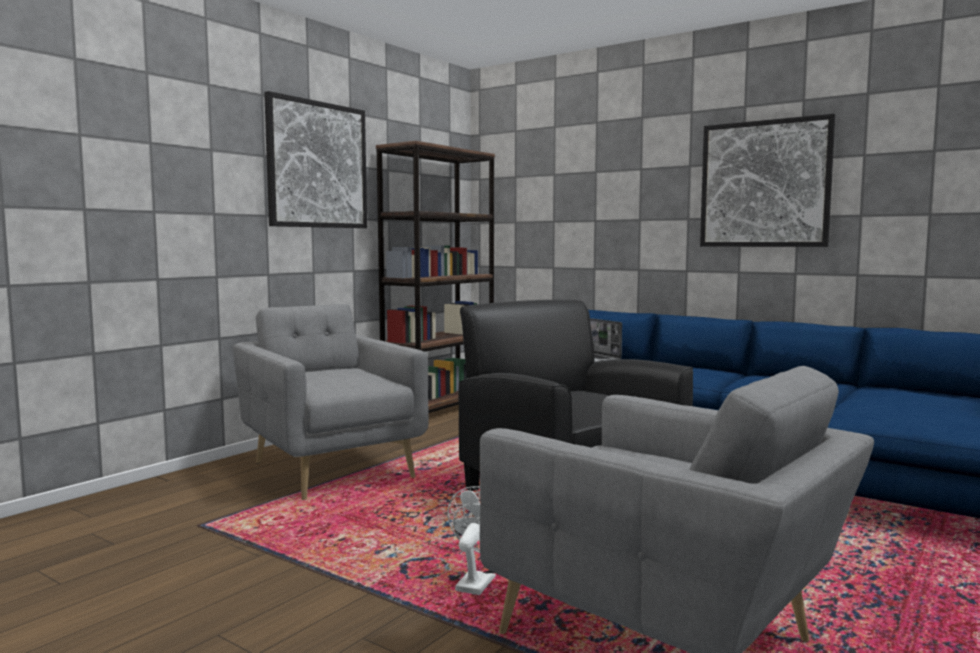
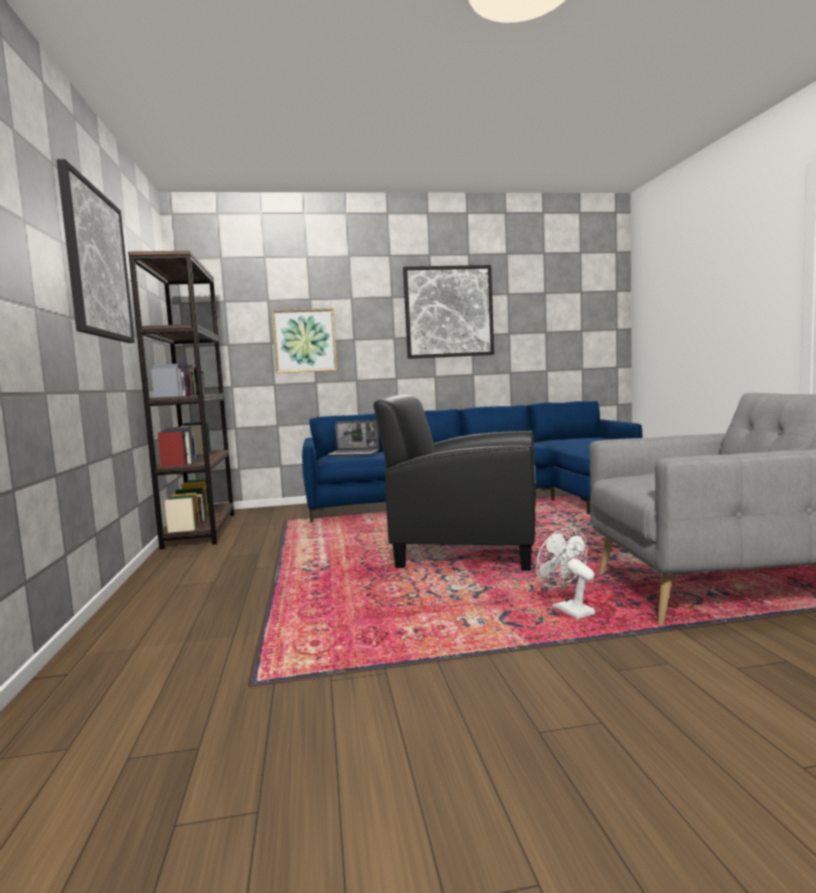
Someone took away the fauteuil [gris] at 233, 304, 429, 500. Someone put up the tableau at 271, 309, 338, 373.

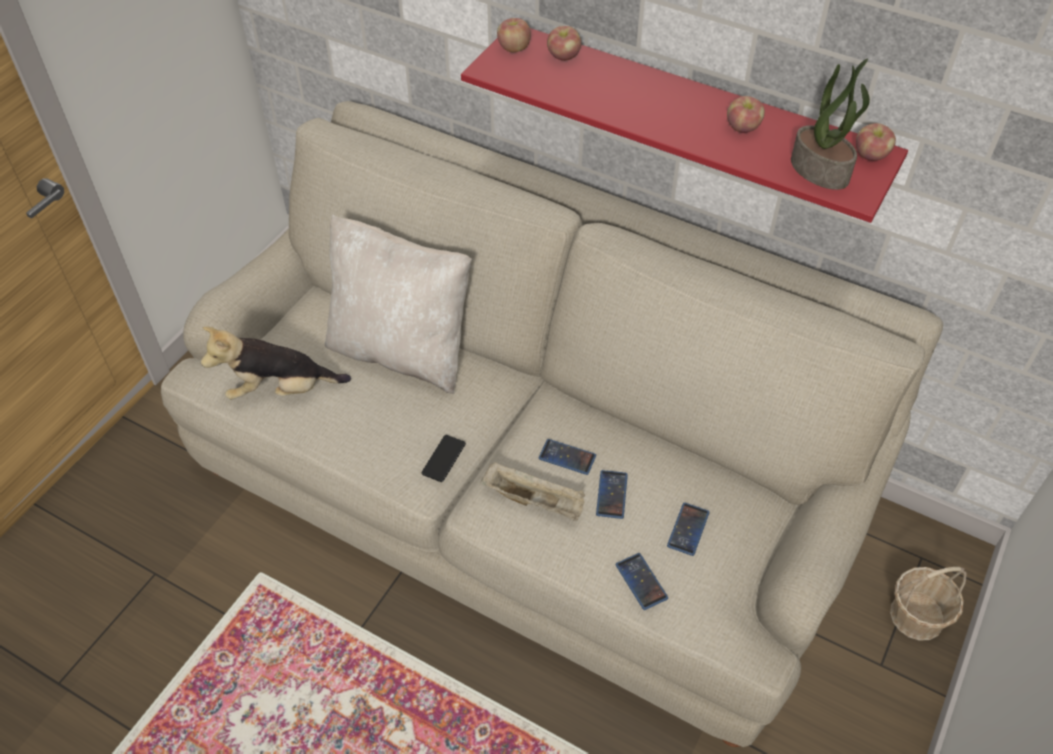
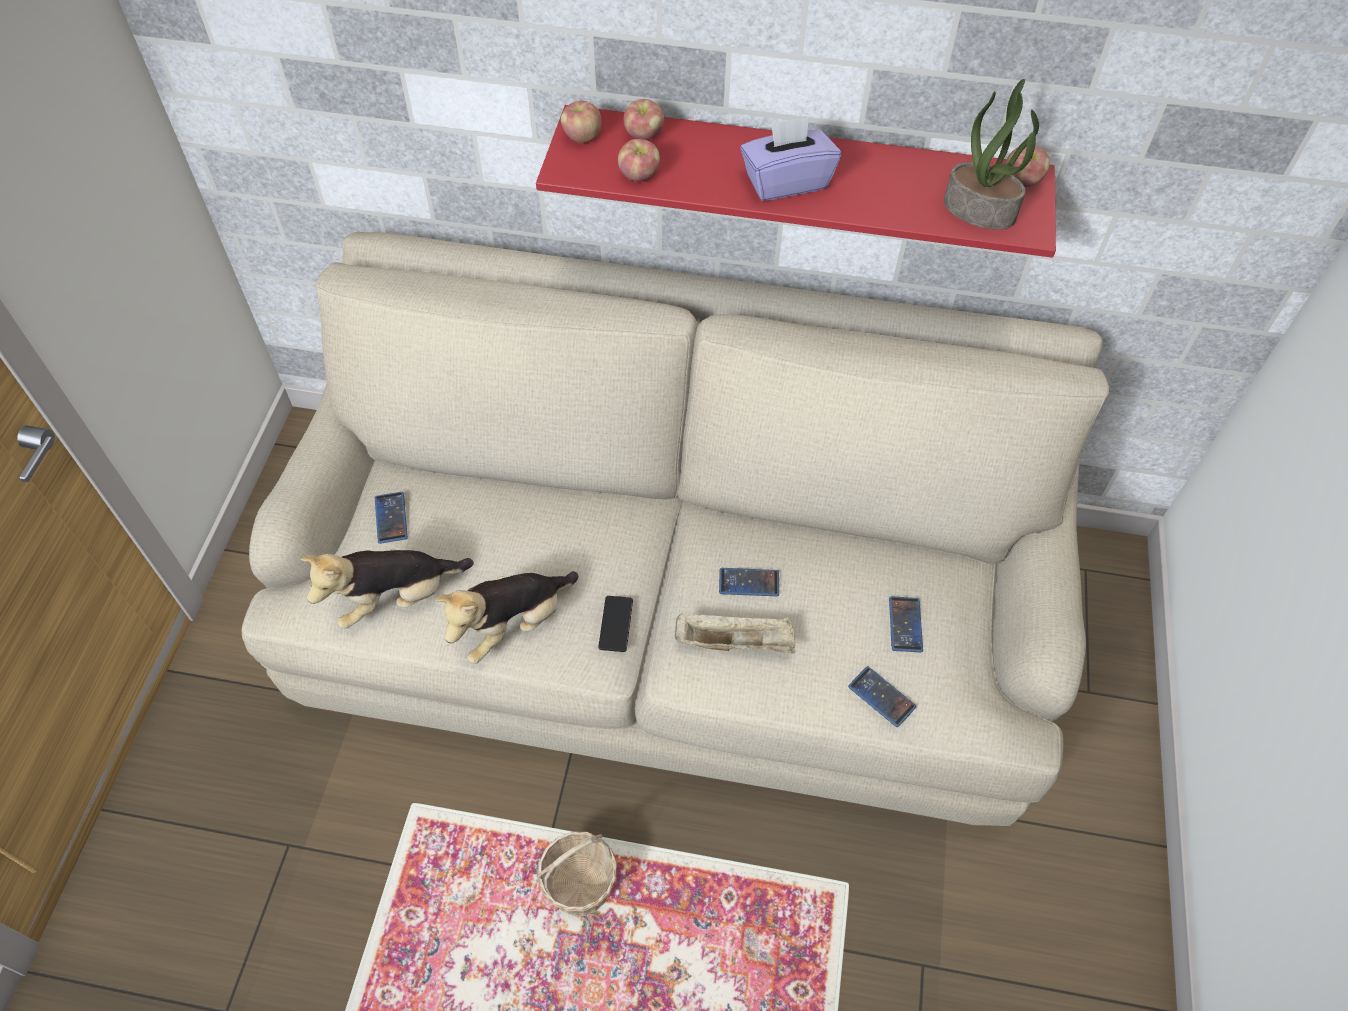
Someone took away the coussin [beige] at 325, 214, 472, 394. Someone put down the peluche at 435, 571, 578, 664. Someone put down the boîte à mouchoirs [violet] at 740, 117, 841, 201. Someone carried the téléphone from 596, 470, 628, 519 to 375, 492, 408, 544. Someone carried the pomme from 727, 96, 765, 133 to 618, 139, 660, 182. Someone carried the panier from 890, 567, 967, 641 to 537, 832, 617, 916.

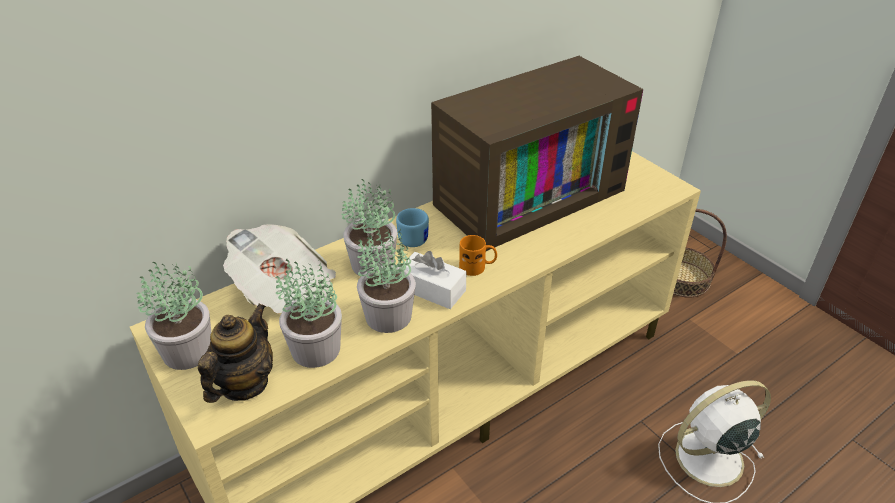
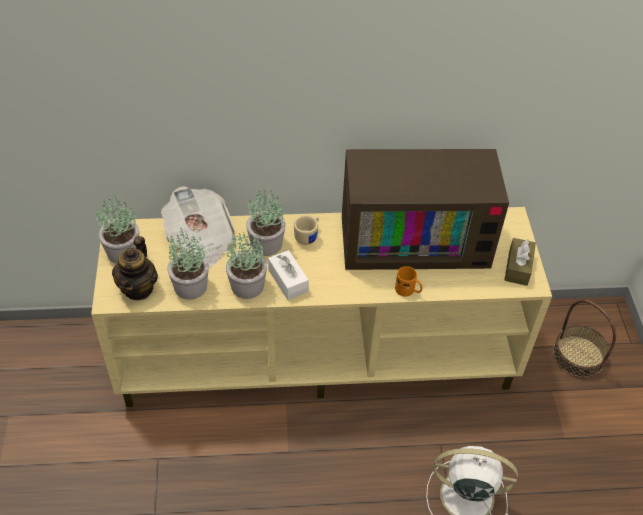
Someone put down the boîte à mouchoirs [marron] at 504, 238, 536, 286. Someone carried the mug [orange] from 459, 235, 497, 276 to 395, 266, 423, 297. Someone repainted the mug [bleu] at 396, 208, 429, 247, which became the mug [beige] at 294, 215, 319, 245. Someone rotated the théière at 198, 303, 273, 403 by 135 degrees clockwise.

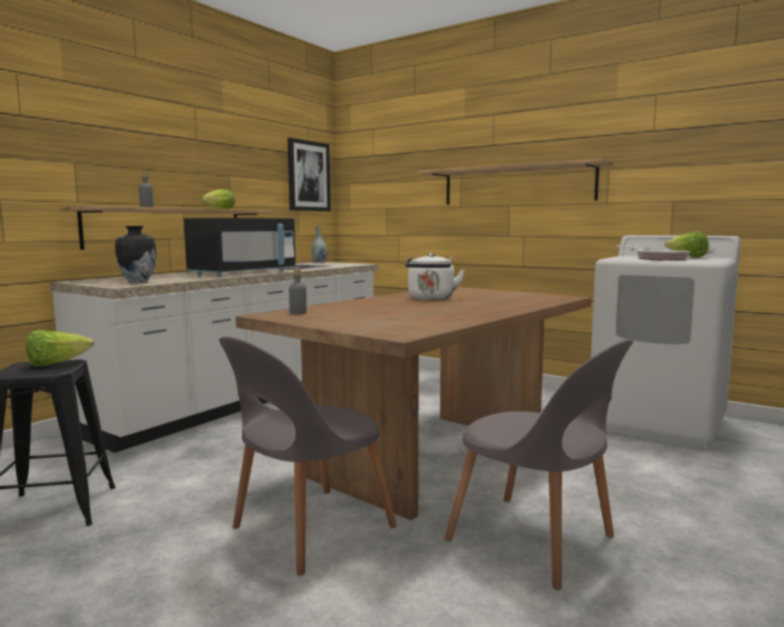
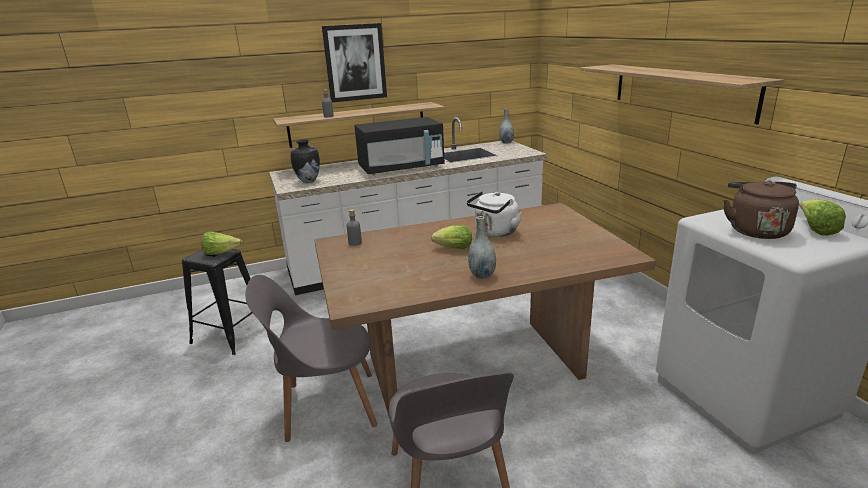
Someone put down the vase [gris] at 468, 216, 496, 279. Someone carried the laitue from 202, 189, 235, 209 to 431, 225, 472, 249. Someone carried the tableau from 288, 138, 330, 211 to 322, 23, 387, 102. Someone swapped the poêle at 616, 246, 691, 260 for the bouilloire [marron] at 723, 180, 799, 239.

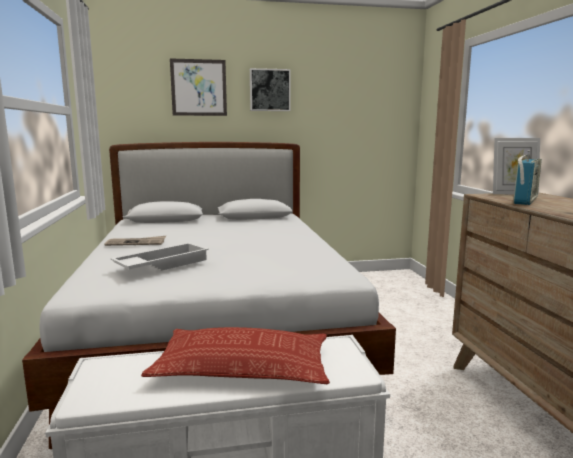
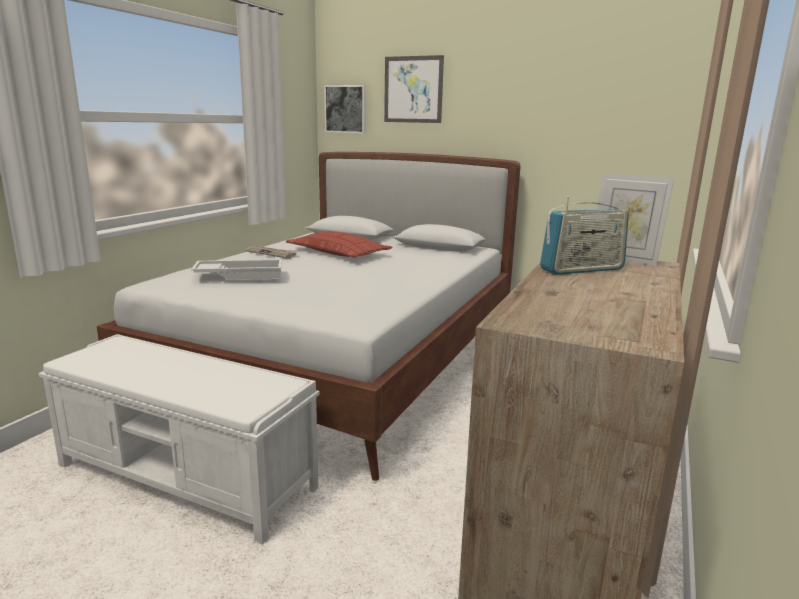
Someone carried the coussin from 141, 327, 330, 384 to 286, 231, 392, 258. Someone carried the tableau from 250, 68, 291, 111 to 324, 85, 366, 133.

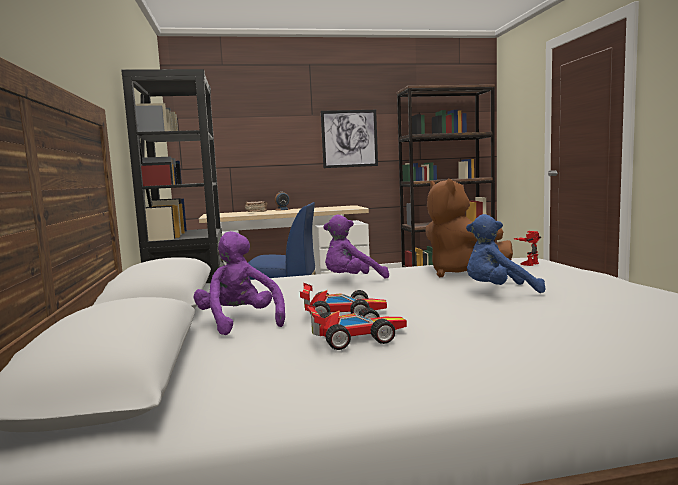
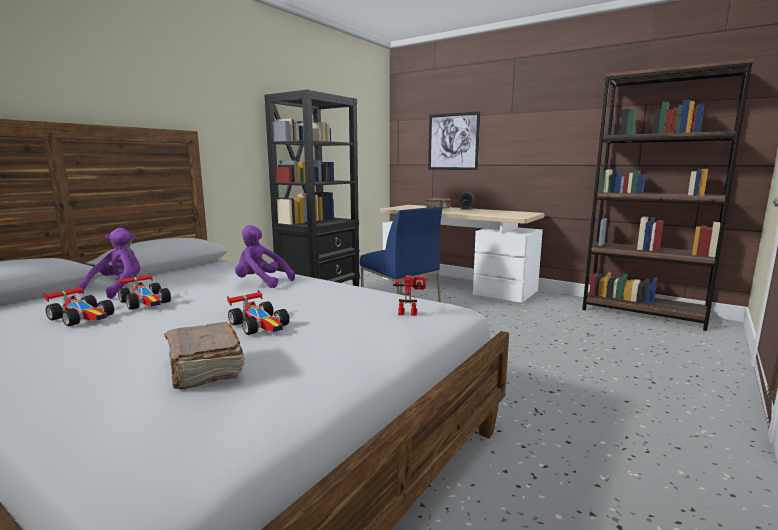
Someone took away the peluche [marron] at 425, 179, 513, 278. Someone put down the livre [marron] at 164, 322, 245, 389. Someone carried the tableau from 321, 110, 378, 168 to 428, 111, 480, 170. Someone swapped the peluche [bleu] at 466, 214, 546, 293 for the petite voiture at 227, 290, 290, 335.

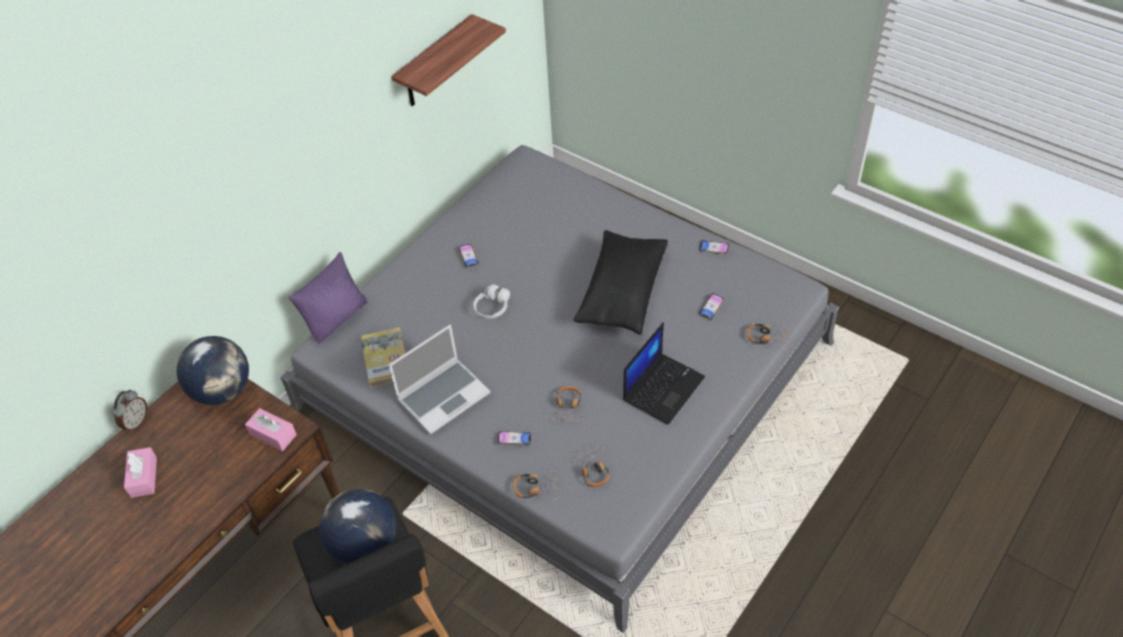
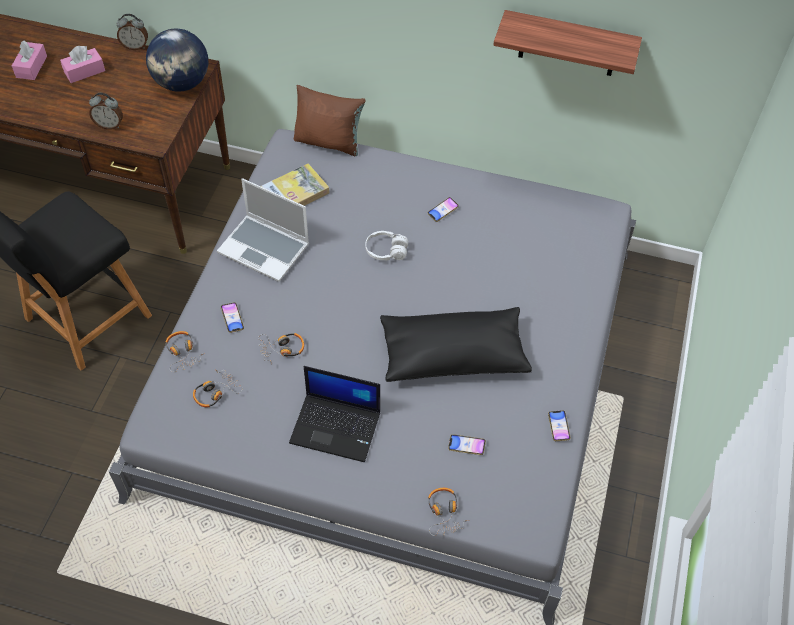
Someone took away the globe at 319, 489, 396, 564. Someone put down the réveil at 89, 93, 123, 130. Someone carried the boîte à mouchoirs [rose] from 245, 408, 297, 451 to 12, 41, 47, 80. Someone repainted the coussin [violet] at 289, 252, 368, 344, which became the coussin [marron] at 294, 85, 366, 156.

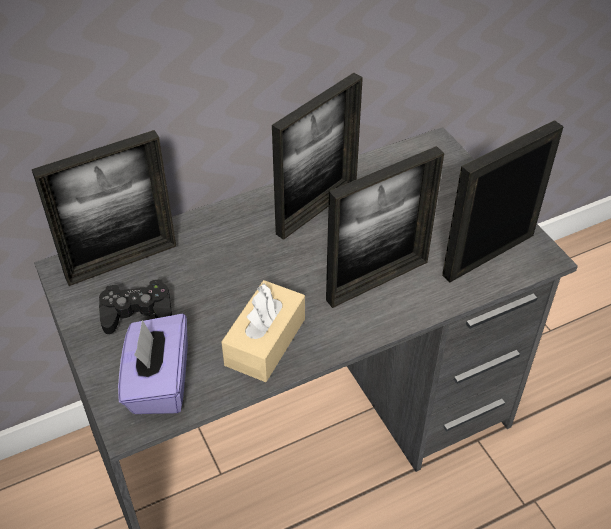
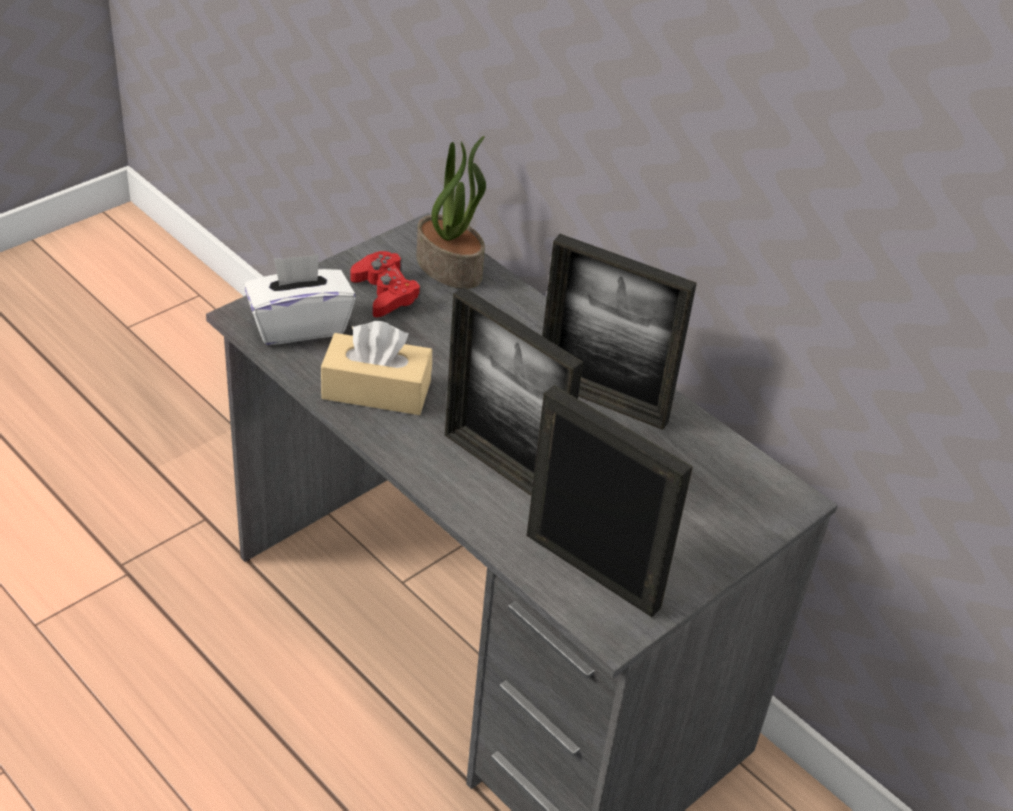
Someone swapped the cadre photo at 32, 130, 176, 286 for the plante en pot at 416, 136, 486, 289. Someone repainted the manette [noir] at 99, 279, 172, 334, which became the manette [rouge] at 350, 251, 421, 317. Someone repainted the boîte à mouchoirs [violet] at 118, 313, 188, 414, which became the boîte à mouchoirs [blanc] at 244, 254, 356, 345.

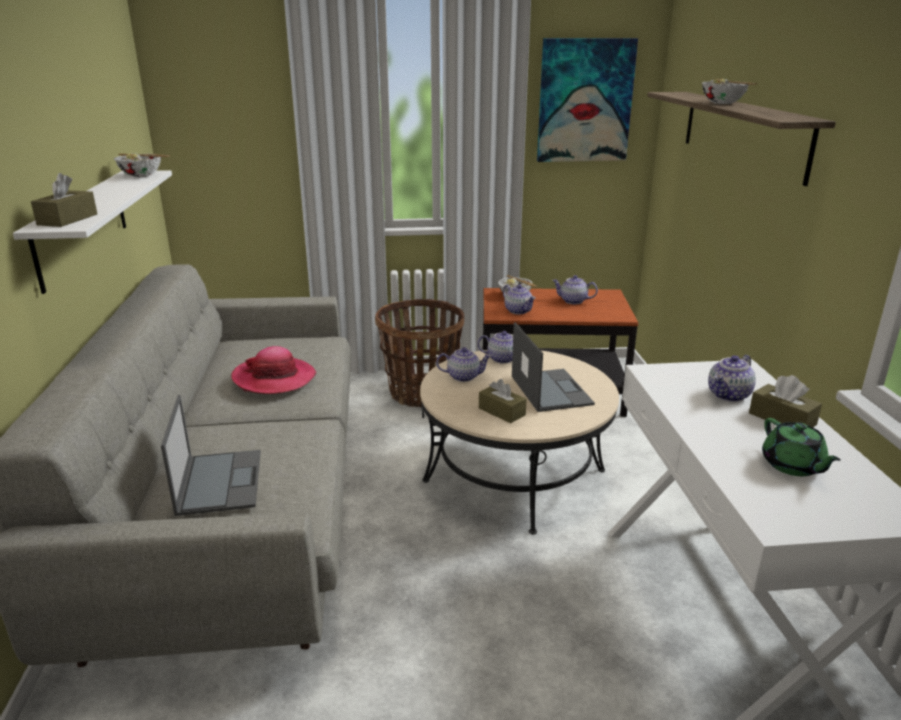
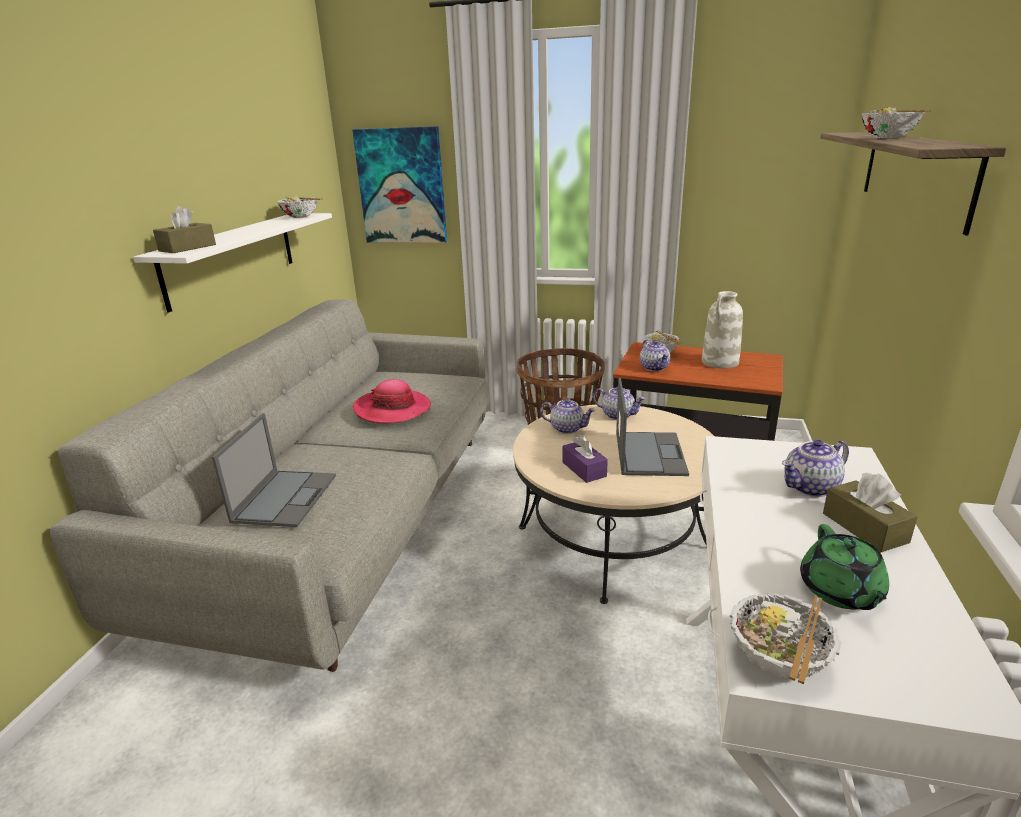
Someone put down the bol at 730, 593, 842, 684. Someone carried the tableau from 537, 38, 638, 162 to 352, 126, 447, 243. Someone swapped the théière at 552, 275, 598, 304 for the vase [blanc] at 702, 291, 743, 369. Someone repainted the boîte à mouchoirs [marron] at 479, 379, 527, 423, which became the boîte à mouchoirs [violet] at 563, 435, 608, 483.

